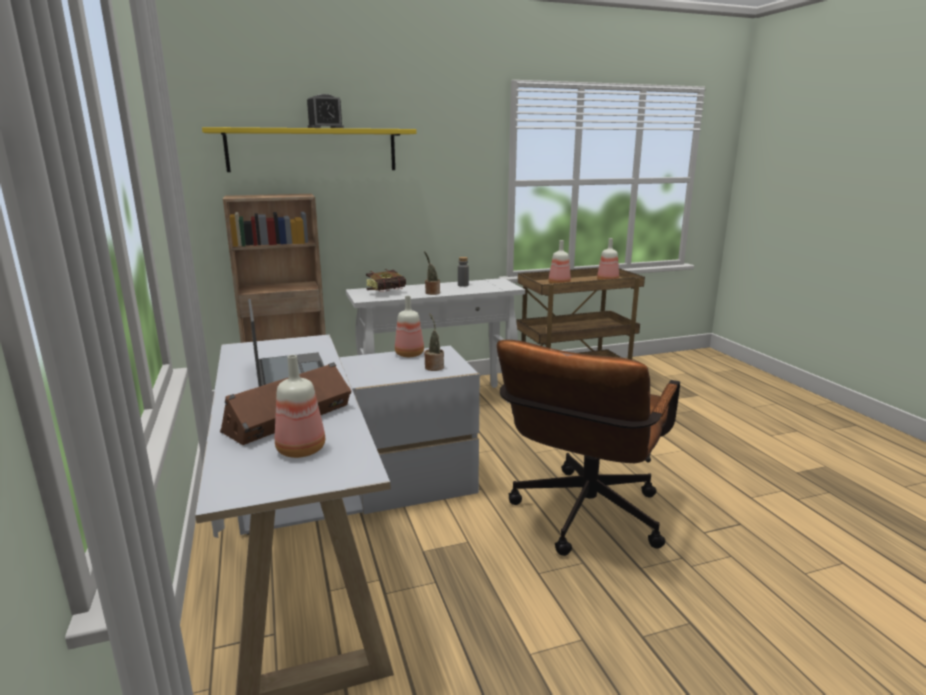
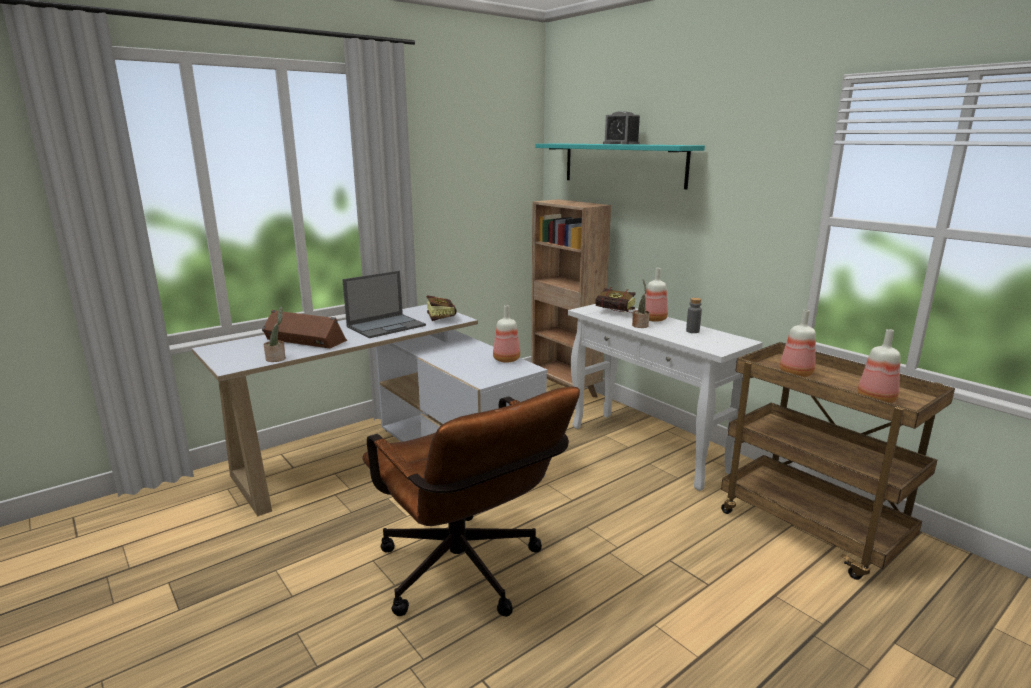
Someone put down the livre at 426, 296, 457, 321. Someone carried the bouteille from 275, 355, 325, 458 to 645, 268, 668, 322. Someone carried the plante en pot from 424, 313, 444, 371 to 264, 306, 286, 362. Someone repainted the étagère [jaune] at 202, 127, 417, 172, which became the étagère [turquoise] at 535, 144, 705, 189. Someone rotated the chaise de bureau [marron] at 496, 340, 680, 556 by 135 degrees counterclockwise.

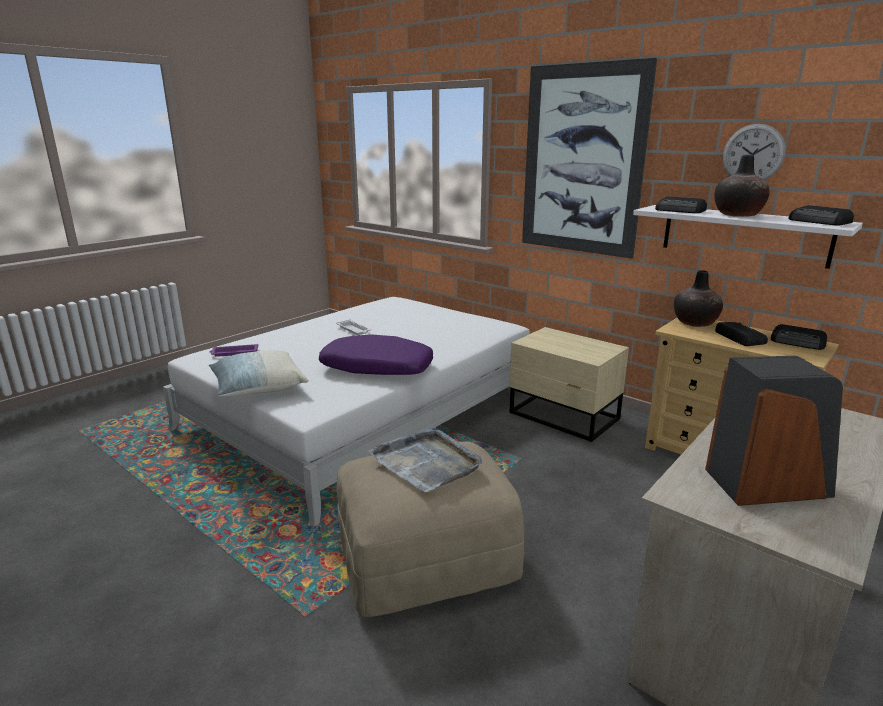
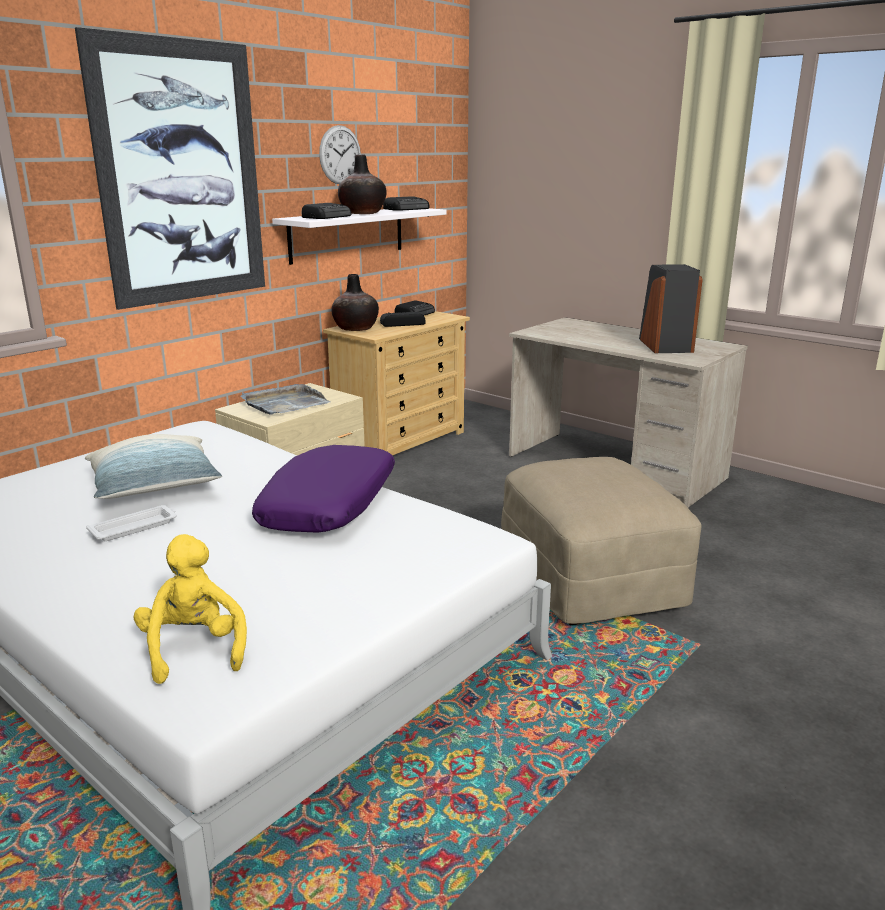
Someone carried the coussin from 209, 350, 309, 397 to 85, 434, 222, 499. Someone carried the plateau [gris] from 369, 427, 482, 492 to 240, 384, 330, 415. Someone swapped the plateau [violet] at 210, 344, 258, 357 for the peluche [jaune] at 134, 534, 247, 684.

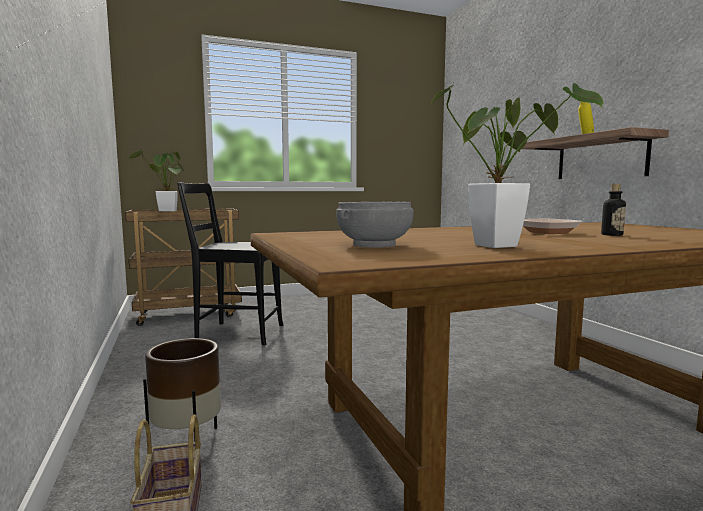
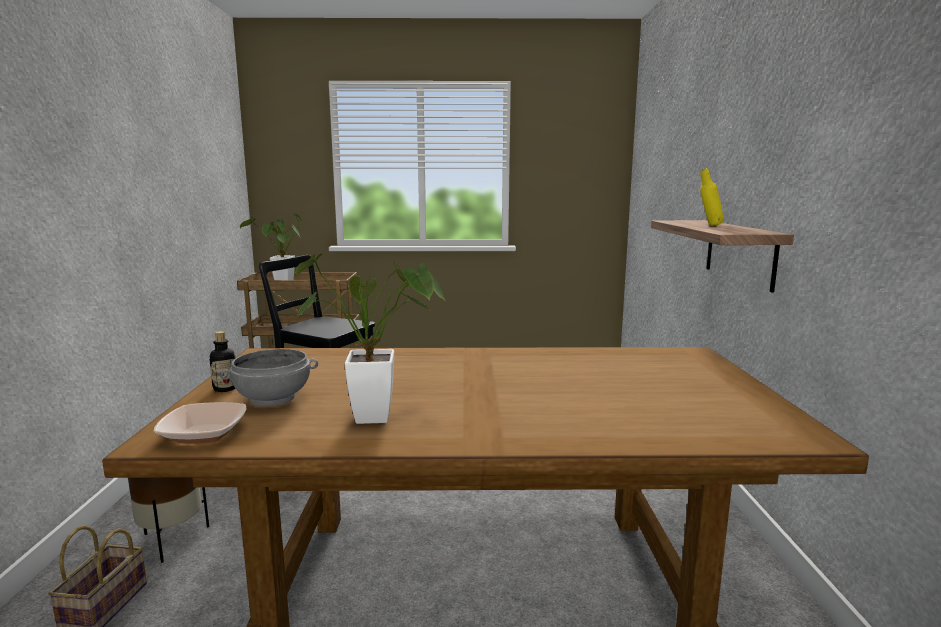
Someone carried the bol from 523, 219, 583, 234 to 154, 402, 247, 444. Someone carried the bouteille from 601, 184, 626, 236 to 209, 331, 236, 392.

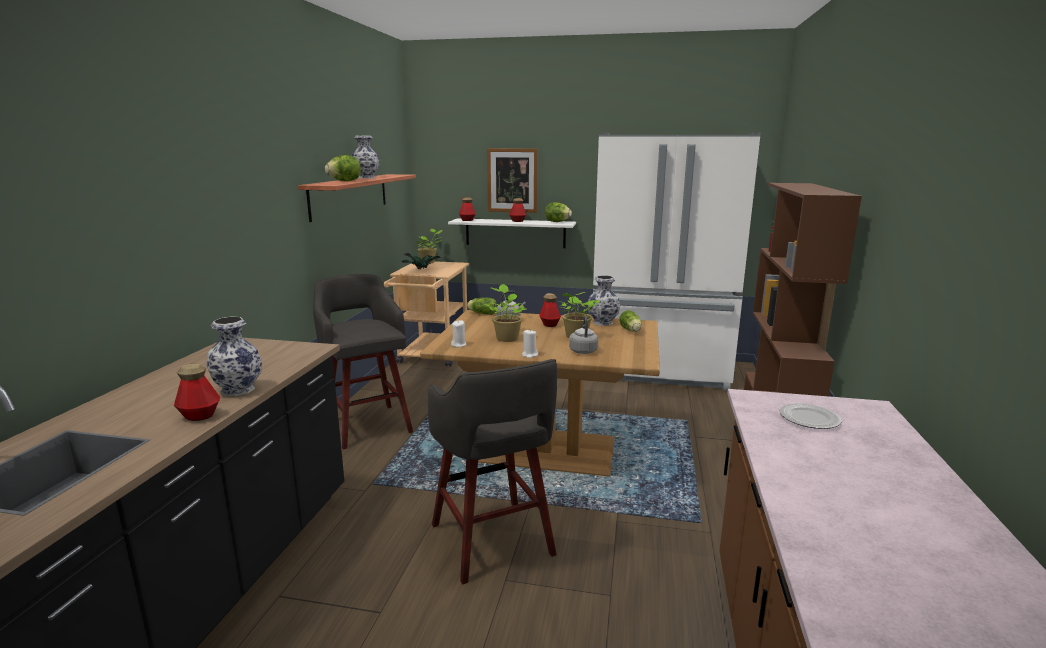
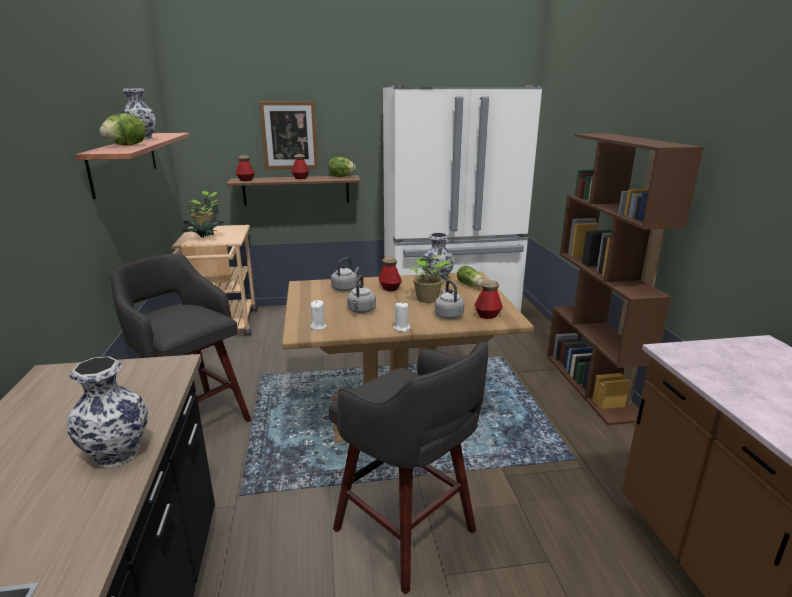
Someone took away the laitue at 467, 298, 497, 315. Someone took away the assiette at 780, 403, 842, 429. Someone carried the bouteille from 174, 364, 221, 421 to 474, 280, 503, 319. Someone swapped the plante en pot at 485, 284, 526, 342 for the bouilloire [gris] at 347, 275, 376, 313. Someone repainted the étagère [blanc] at 448, 218, 576, 248, which became the étagère [marron] at 226, 175, 361, 206.

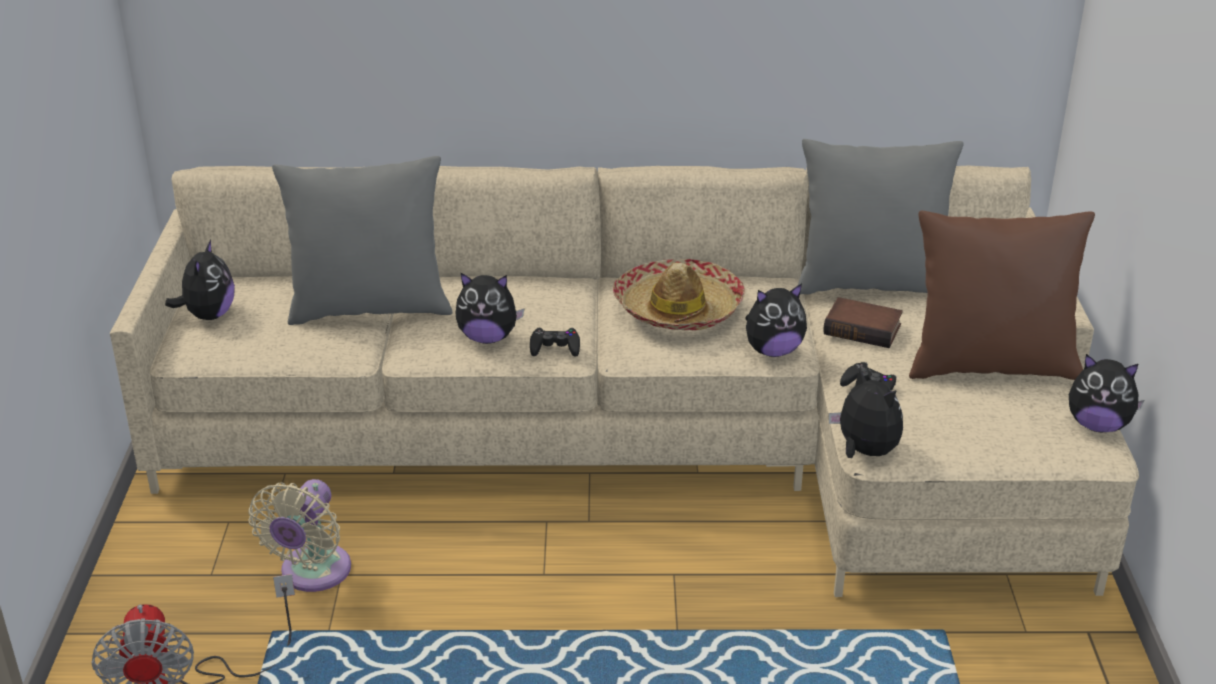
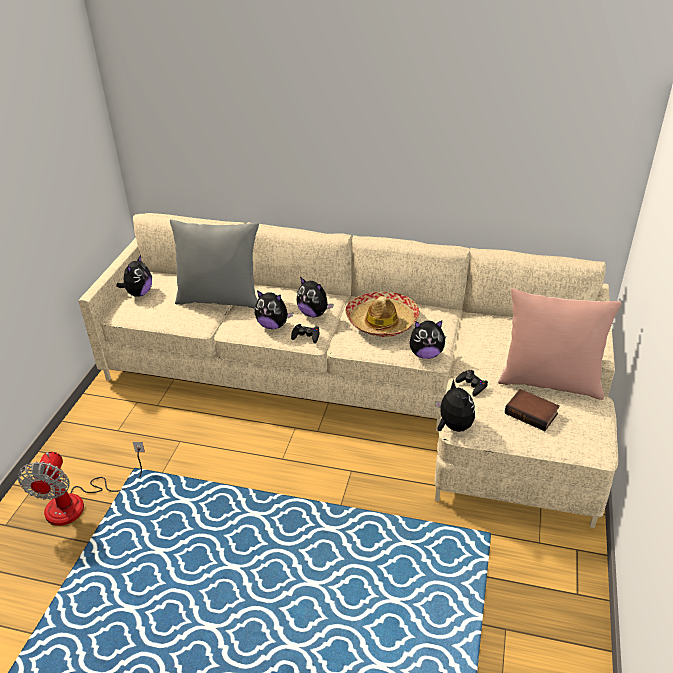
Someone took away the ventilateur [beige] at 248, 479, 351, 592. Someone took away the coussin [gris] at 798, 139, 964, 294. Someone carried the livre from 823, 297, 903, 348 to 505, 389, 560, 431. Someone carried the peluche from 1069, 354, 1145, 432 to 297, 277, 333, 317. Someone repainted the coussin [marron] at 909, 210, 1095, 380, which became the coussin [rose] at 498, 288, 622, 400.

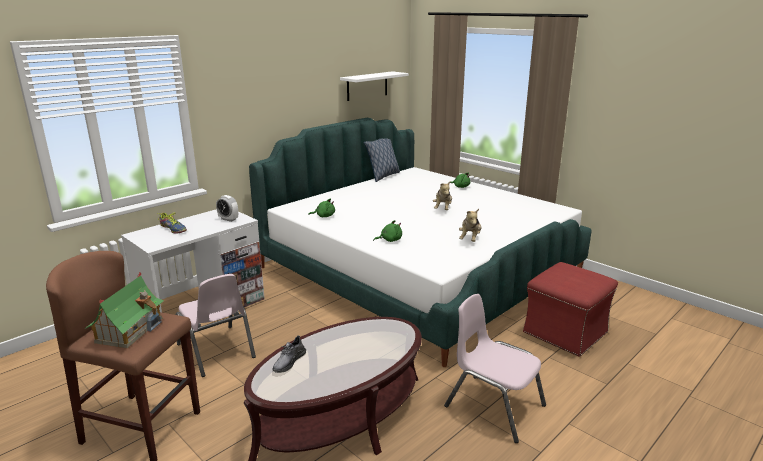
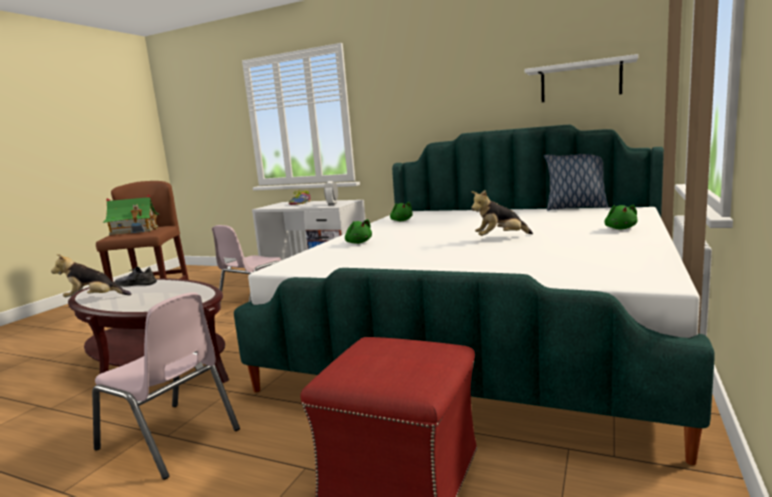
Someone carried the peluche from 459, 209, 481, 242 to 51, 254, 131, 297. Someone rotated the chaise [rose] at 444, 294, 546, 443 by 105 degrees clockwise.

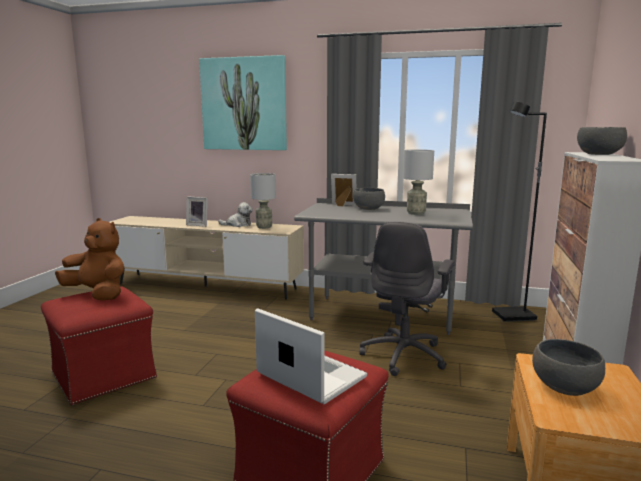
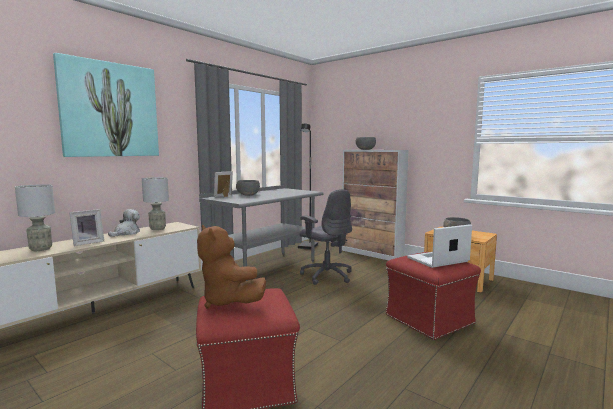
Someone carried the lampe de table [gris] from 403, 150, 434, 215 to 15, 184, 55, 251. Someone rotated the peluche [marron] at 55, 218, 124, 301 by 90 degrees counterclockwise.

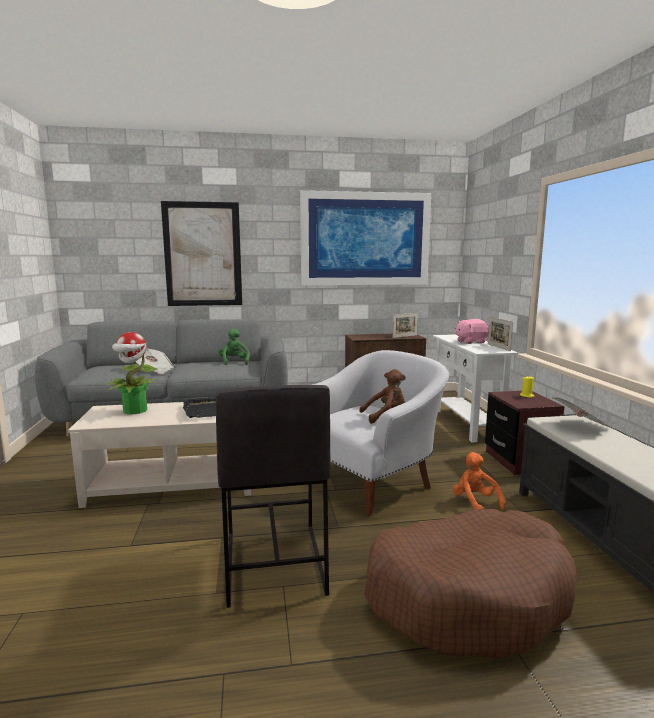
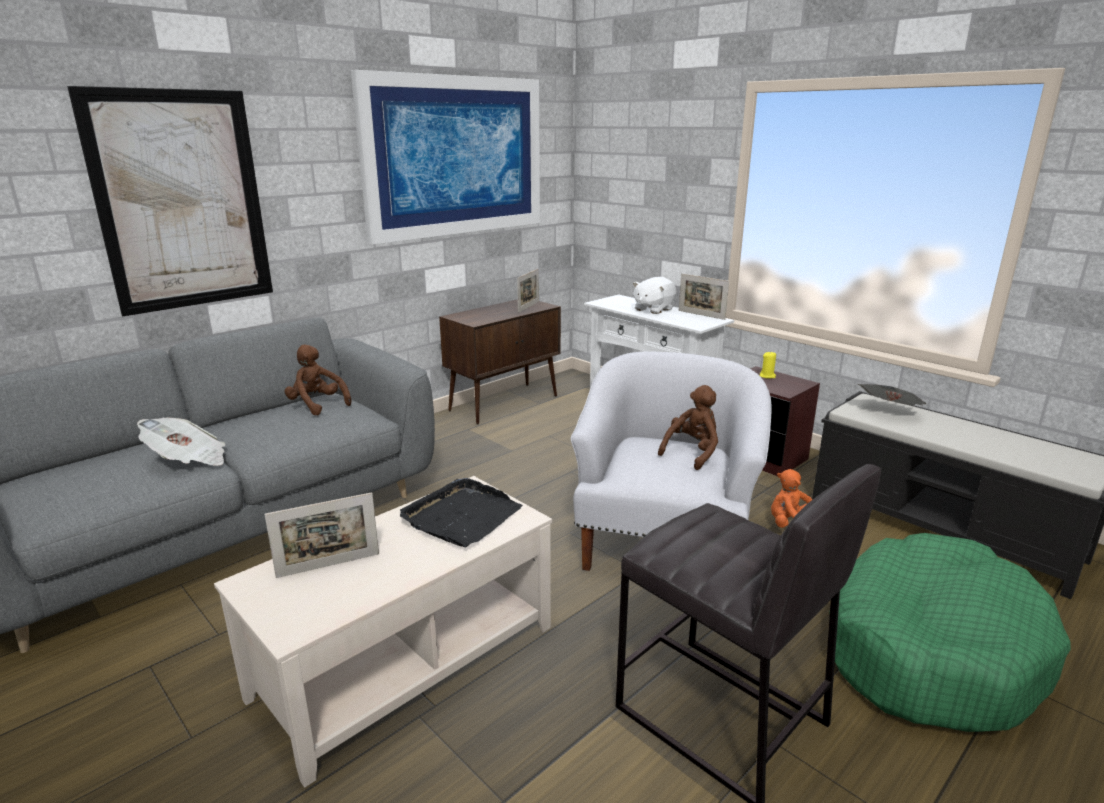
Someone swapped the plante en pot at 104, 332, 157, 414 for the cadre photo at 265, 492, 379, 578. Someone repainted the peluche [vert] at 218, 328, 250, 365, which became the peluche [marron] at 285, 344, 351, 416. Someone repainted the panier pour chien [marron] at 364, 509, 578, 659, which became the panier pour chien [vert] at 829, 533, 1071, 732. Someone repainted the peluche [rose] at 455, 319, 489, 344, which became the peluche [blanc] at 633, 277, 676, 314.

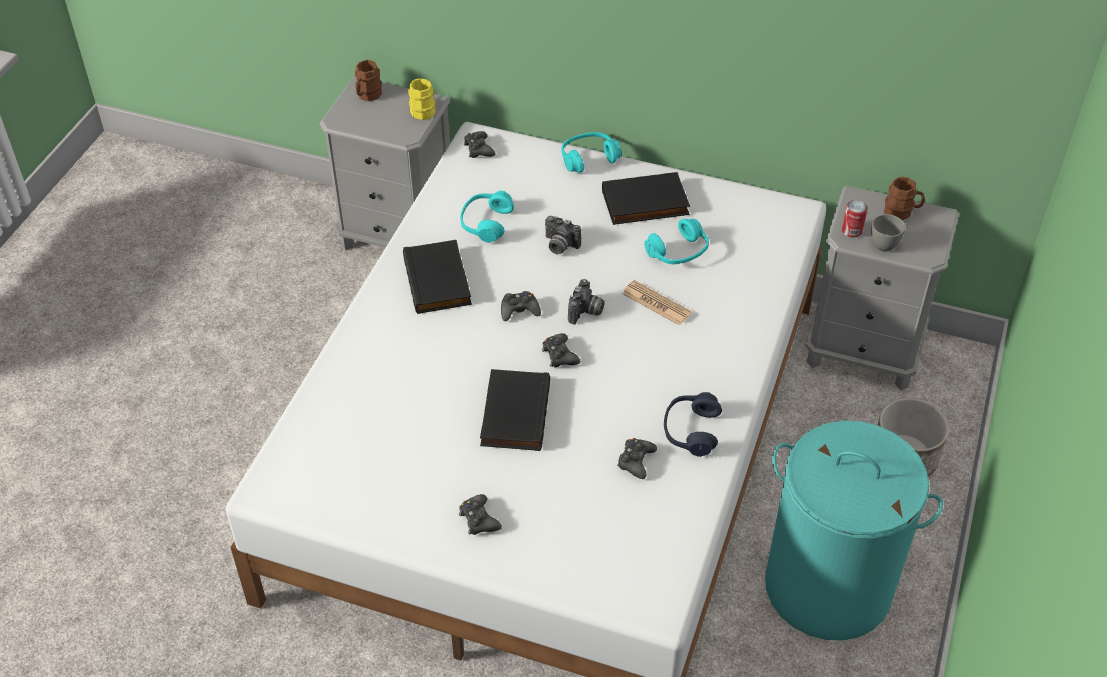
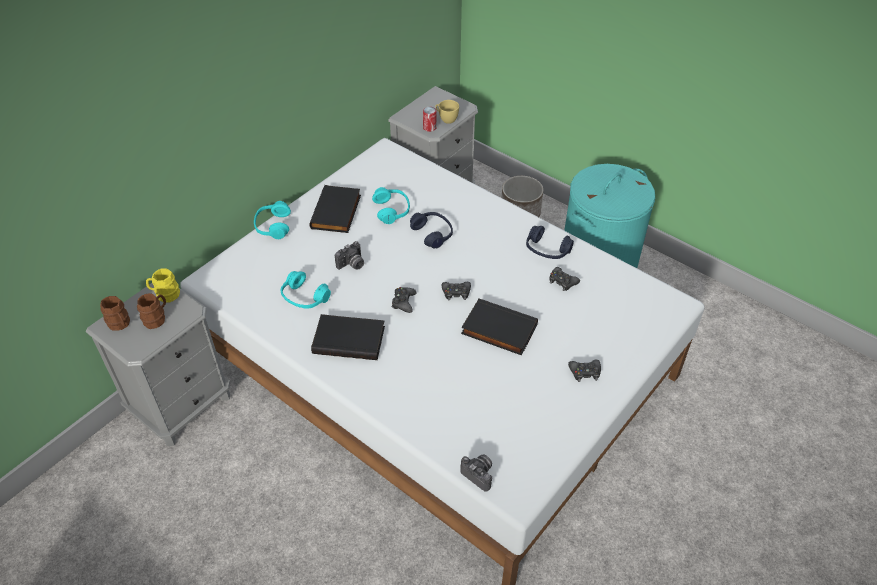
Someone took away the manette [noir] at 464, 131, 495, 158. Someone carried the appareil photo from 568, 279, 605, 324 to 460, 455, 492, 492. Someone carried the mug [marron] from 884, 177, 925, 220 to 137, 293, 166, 329. Someone swapped the journal at 622, 280, 692, 326 for the casque audio [bleu] at 410, 212, 453, 248. Someone repainted the tasse [gris] at 871, 214, 905, 251, which became the tasse [jaune] at 436, 100, 459, 124.

